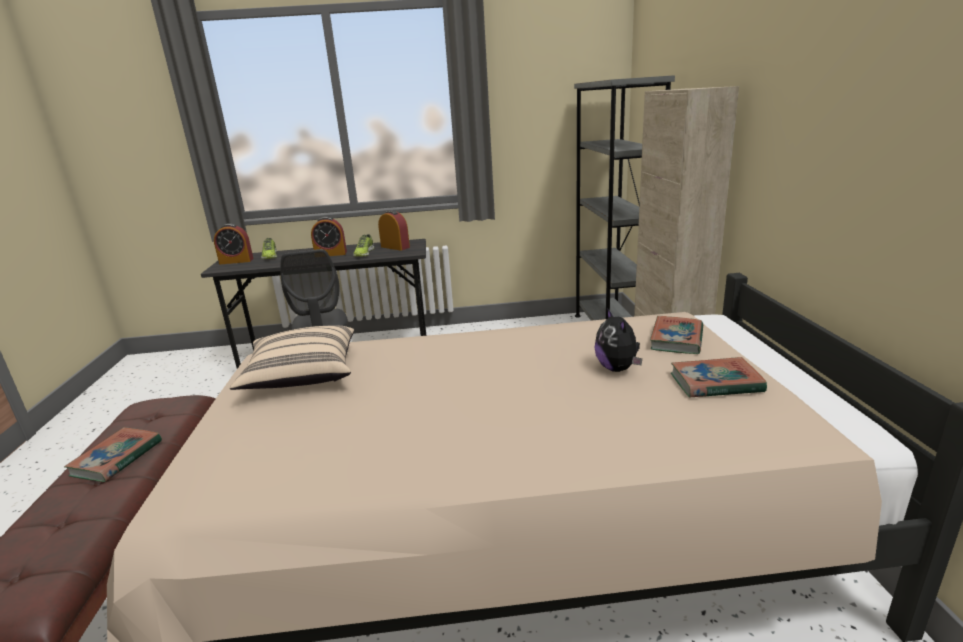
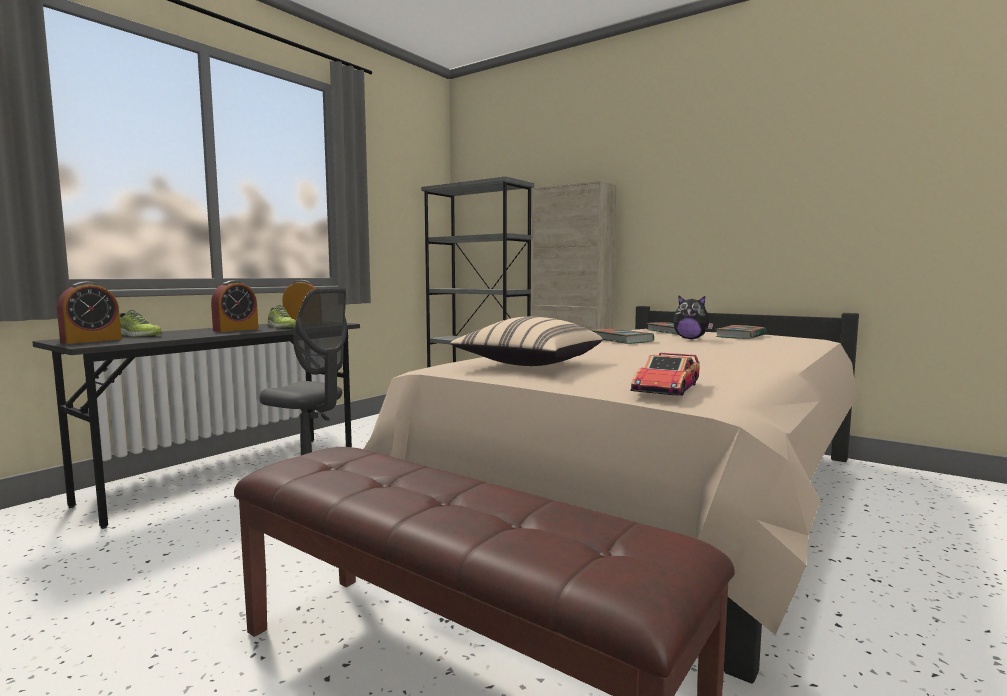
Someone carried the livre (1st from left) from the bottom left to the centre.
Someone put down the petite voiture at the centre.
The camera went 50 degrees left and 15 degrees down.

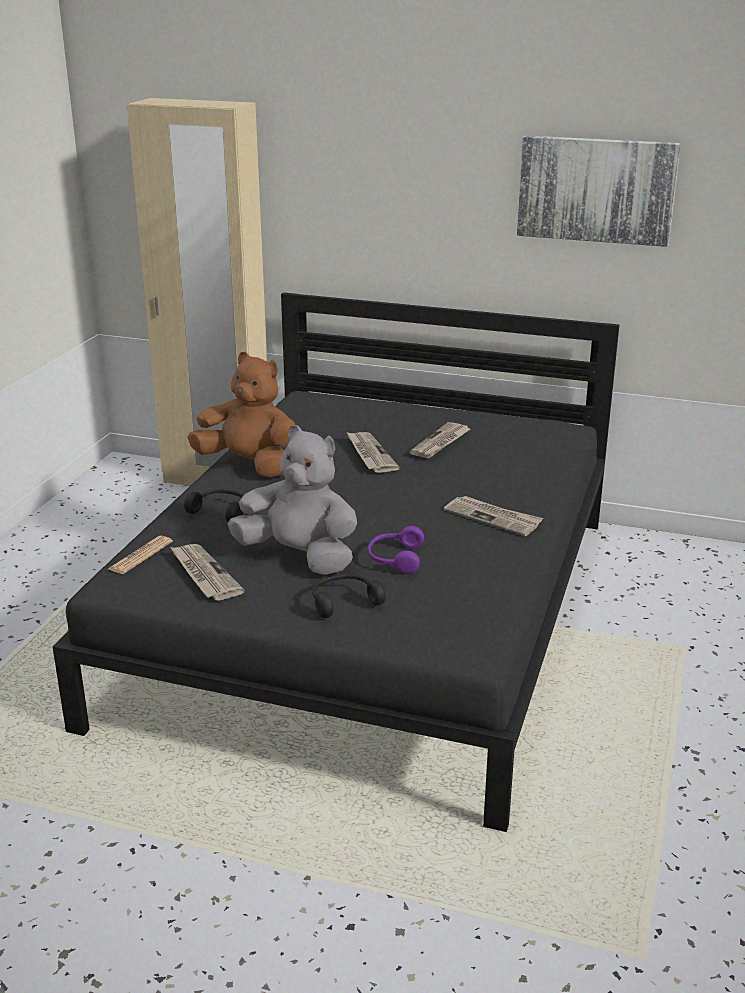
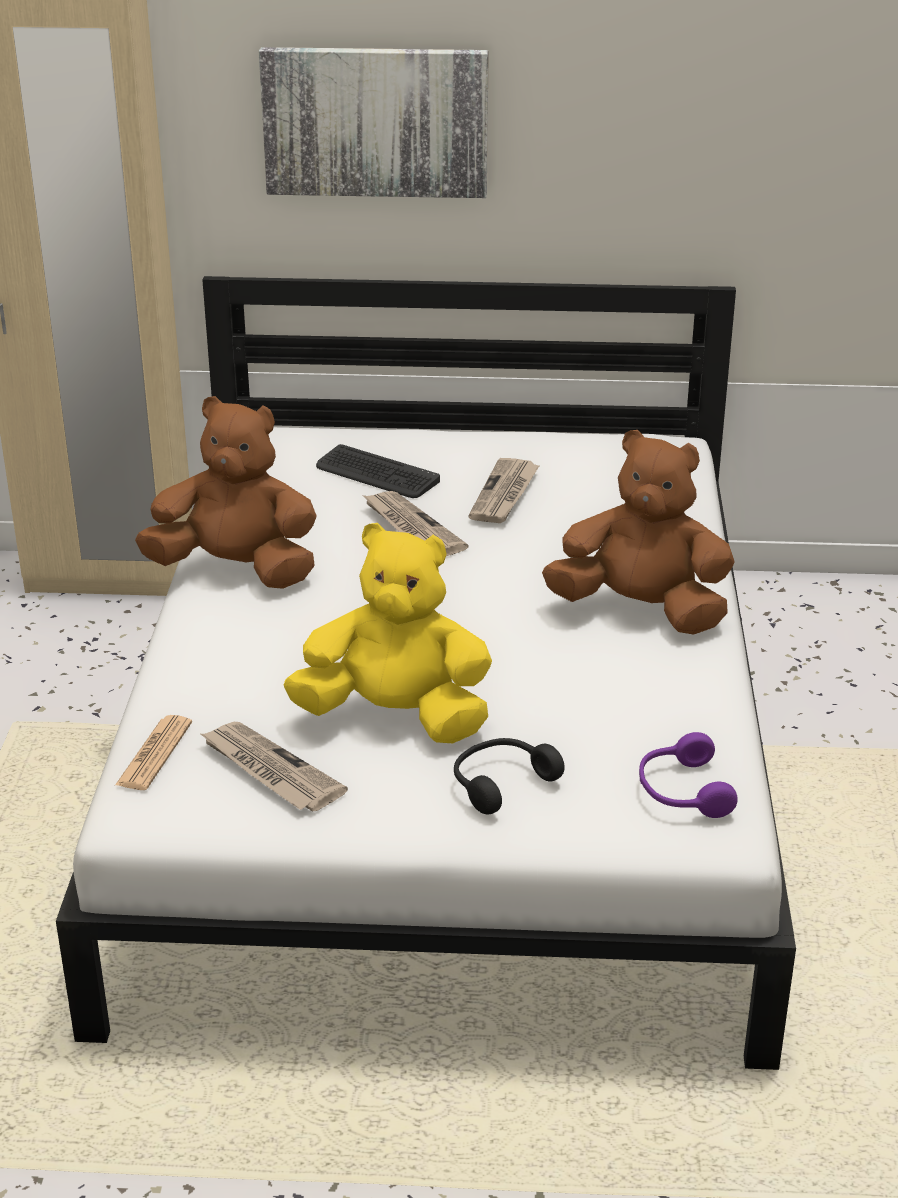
Someone carried the tableau from the top right to the top centre.
Someone repainted the lit [noir] at the centre, which became the lit [blanc] at the centre.
Someone repainted the peluche [gris] at the centre, which became the peluche [jaune] at the centre.
Someone took away the casque audio [noir] (1st from left) at the middle left.
Someone swapped the journal (5th from left) at the centre for the peluche [marron] (2nd from left) at the middle right.
Someone carried the casque audio [violet] from the centre to the middle right.
Someone put down the clavier at the centre.
The camera went 15 degrees left and 5 degrees up.

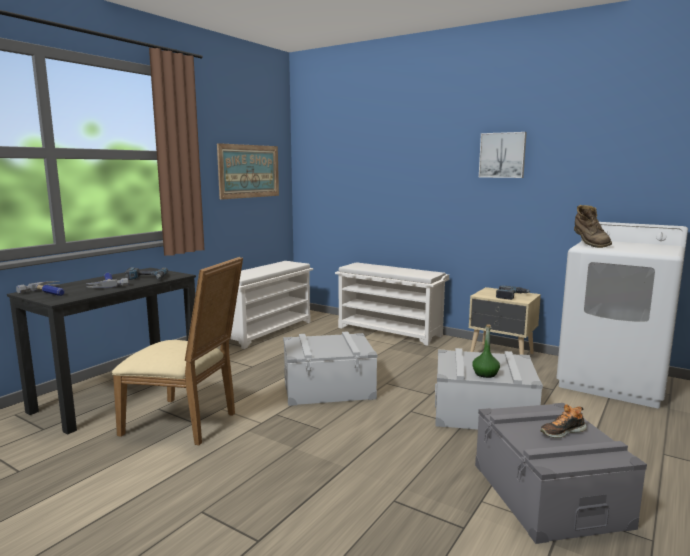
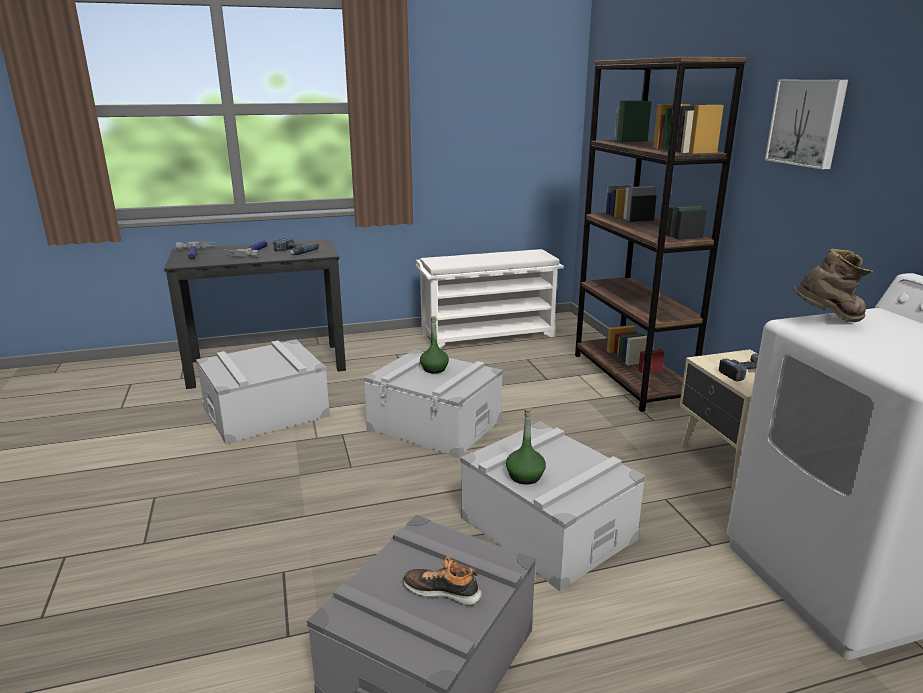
Someone took away the tableau (1st from left) at the top centre.
Someone rotated the botte [marron] at the middle right by 135 degrees counterclockwise.
Someone swapped the chaise [beige] at the middle left for the boîte de rangement [gris] (1st from left) at the middle left.
Someone swapped the étagère à chaussures [blanc] (2nd from left) at the centre for the bibliothèque [marron] at the middle right.
Someone put down the bouteille [vert] (1st from left) at the centre.
The camera went 40 degrees right and 10 degrees up.

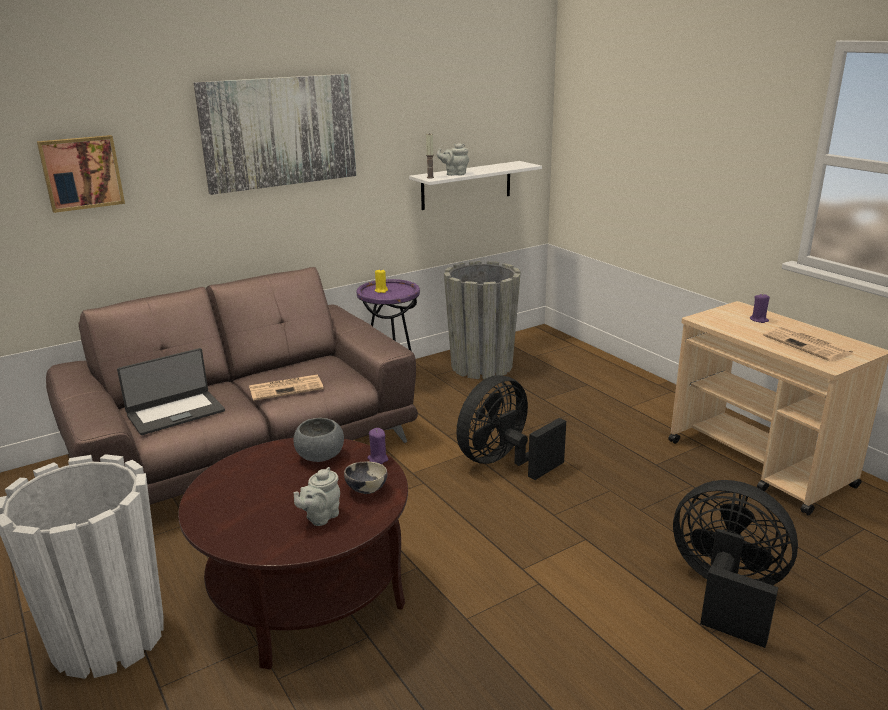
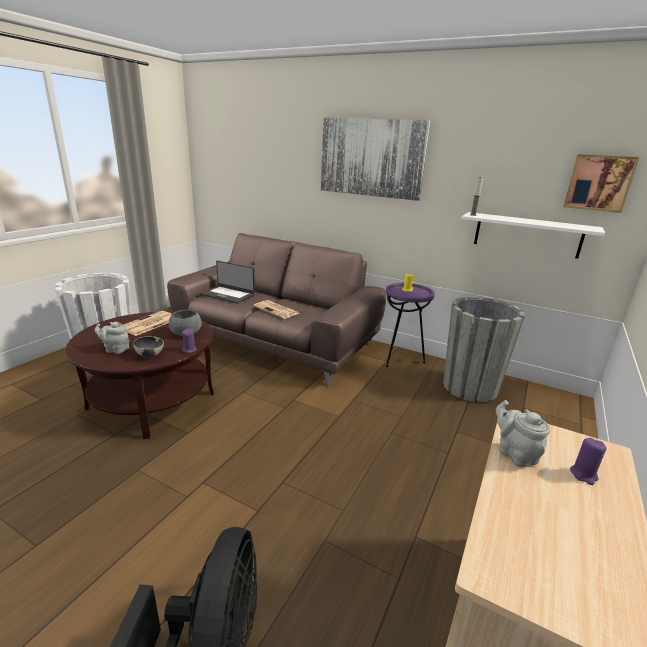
Someone carried the tableau (1st from left in the first image) from the top left to the top right.
Someone carried the théière [gris] (2nd from left) from the top centre to the bottom right.
Someone carried the journal (2nd from left in the first image) from the middle right to the middle left.
Someone took away the ventilateur [noir] (1st from left) at the centre.
The camera went 60 degrees right and 0 degrees up.

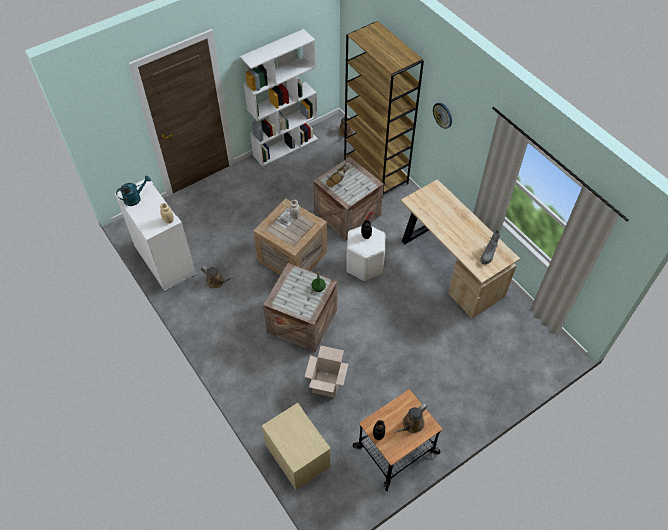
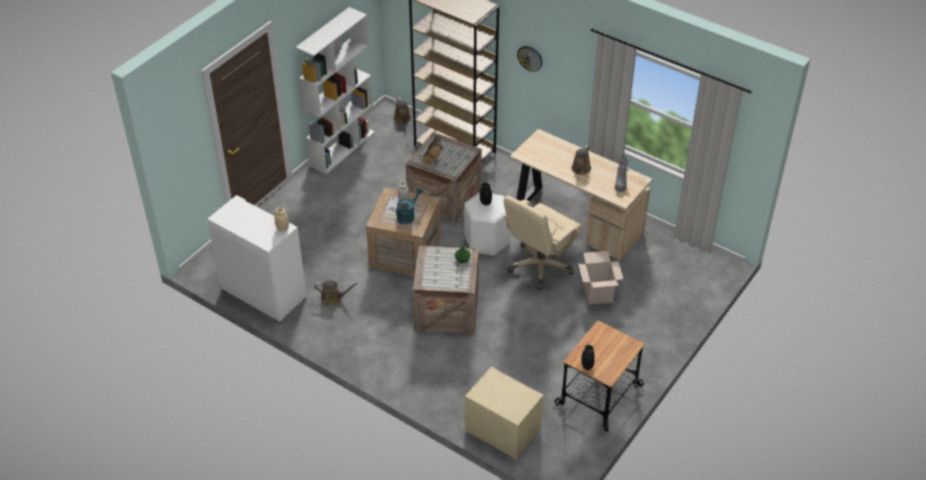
Someone carried the arrosoir [turquoise] from the middle left to the centre.
Someone carried the carton from the bottom centre to the centre.
Someone carried the arrosoir [marron] (3rd from left) from the bottom centre to the centre.
Someone put down the chaise de bureau [beige] at the centre.
The camera went 20 degrees left and 10 degrees down.

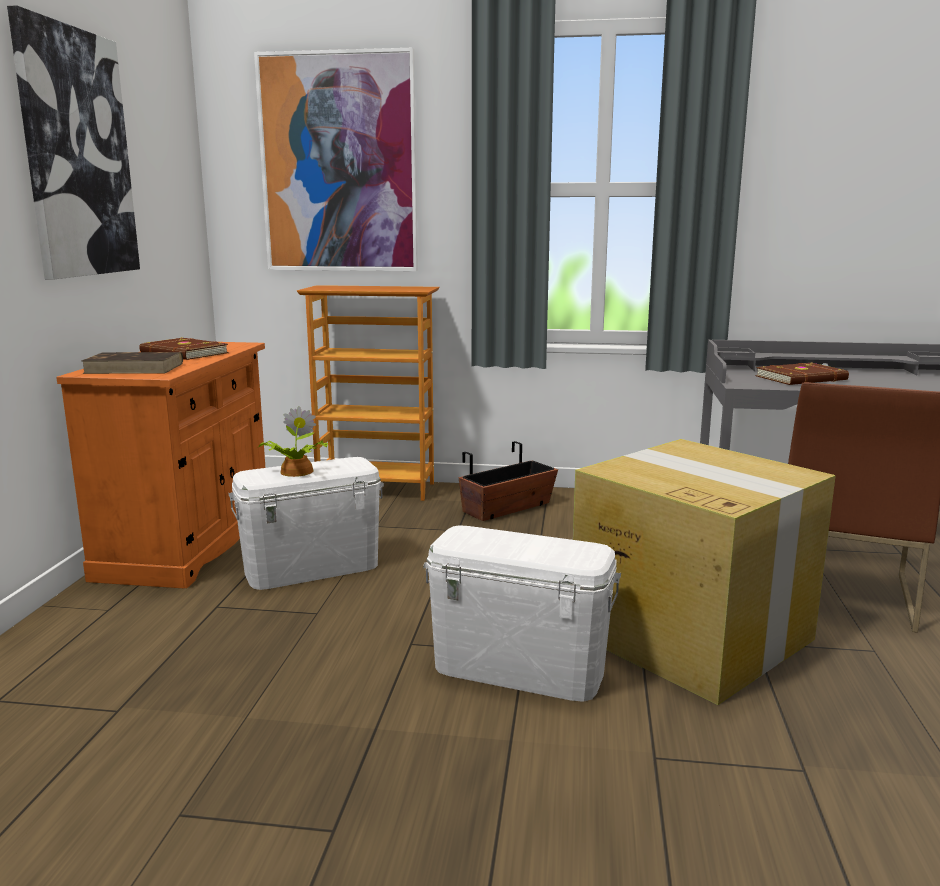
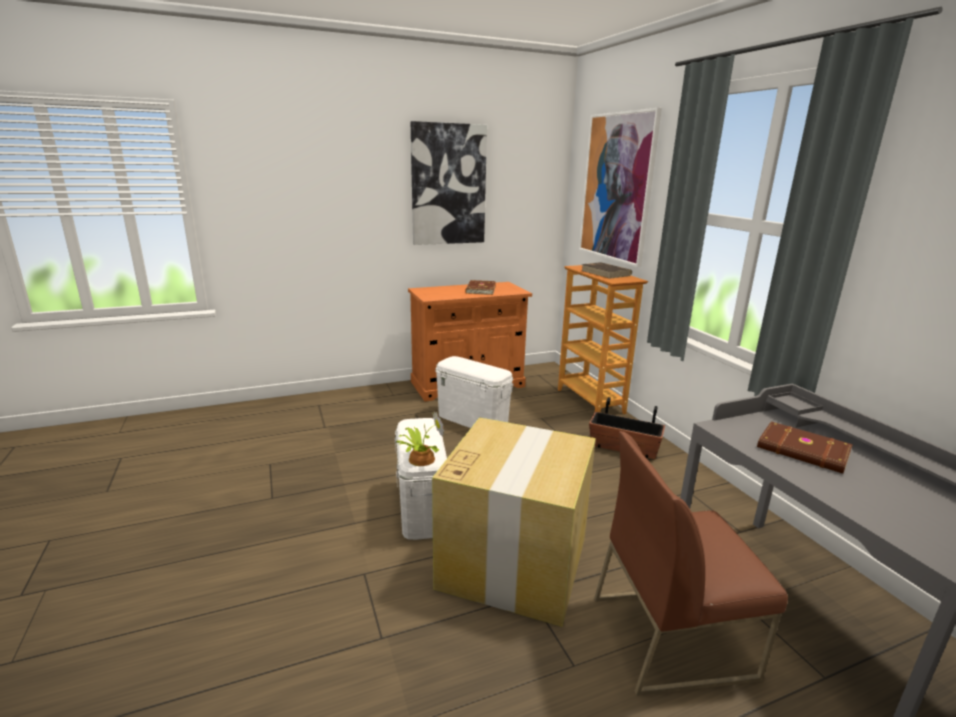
Someone carried the livre [marron] (1st from left in the first image) from the middle left to the centre.
Someone carried the plante en pot from the middle left to the centre.
The camera went 60 degrees right and 5 degrees up.

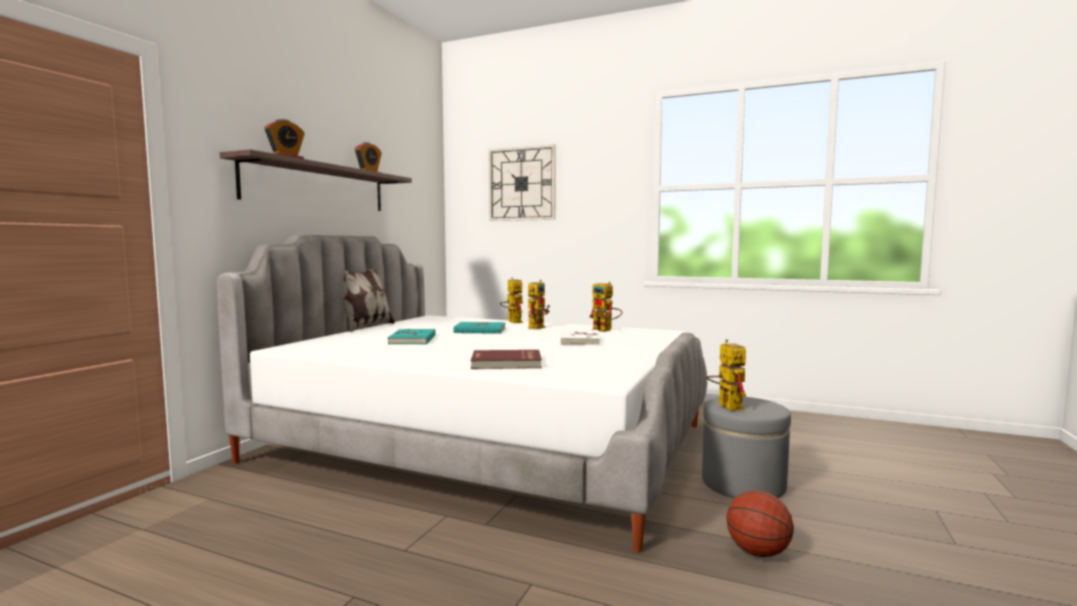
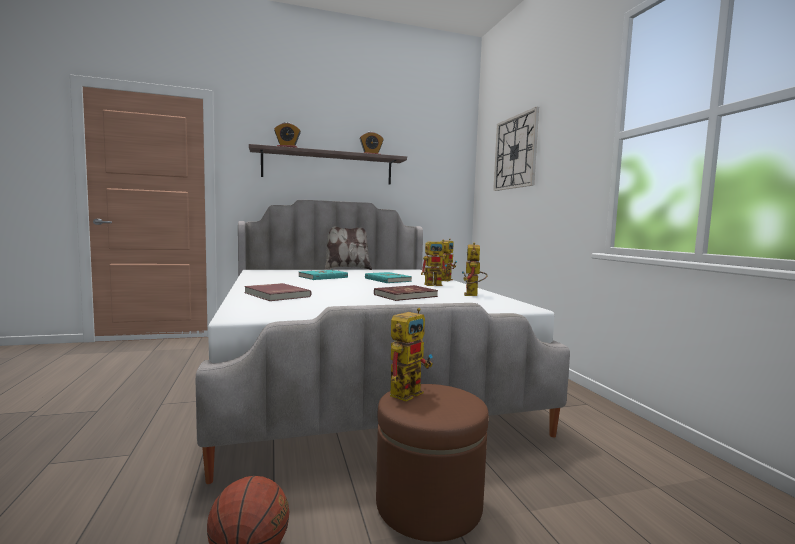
Someone repainted the livre [blanc] at the centre, which became the livre [rouge] (2nd from left) at the centre.
Someone repainted the pouf [gris] at the bottom right, which became the pouf [marron] at the bottom centre.
The camera went 50 degrees right and 0 degrees up.

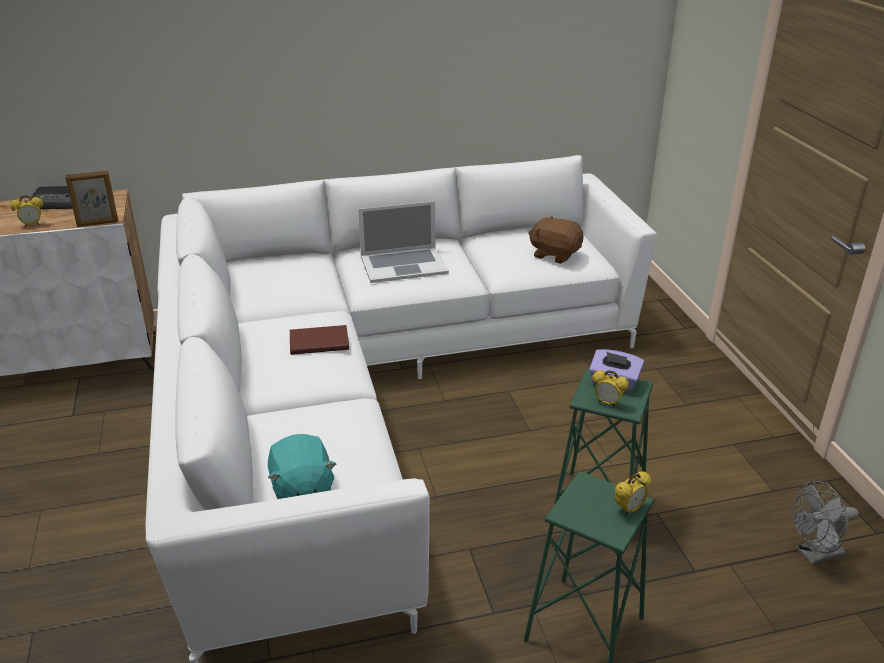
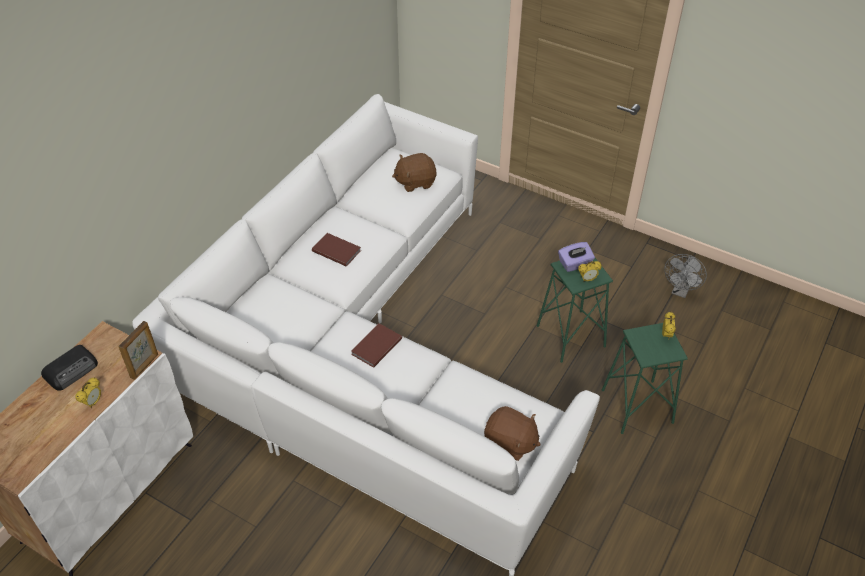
Someone swapped the ordinateur portable at the centre for the livre [marron] (1st from left) at the centre.
Someone repainted the peluche [turquoise] at the bottom centre, which became the peluche [marron] (2nd from left) at the bottom centre.
The camera went 45 degrees left and 15 degrees up.

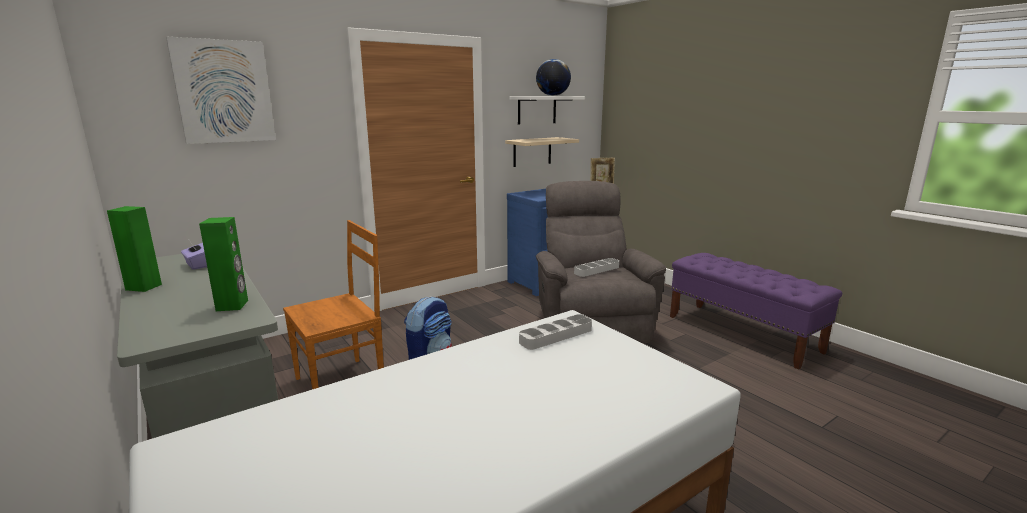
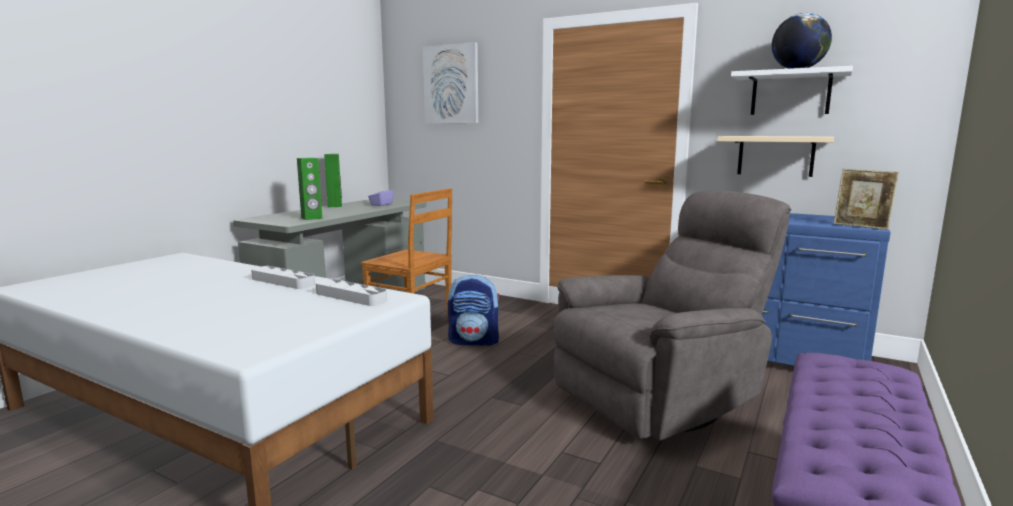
Someone carried the plateau [gris] (2nd from left in the first image) from the centre to the middle left.
The camera went 65 degrees right and 5 degrees down.

